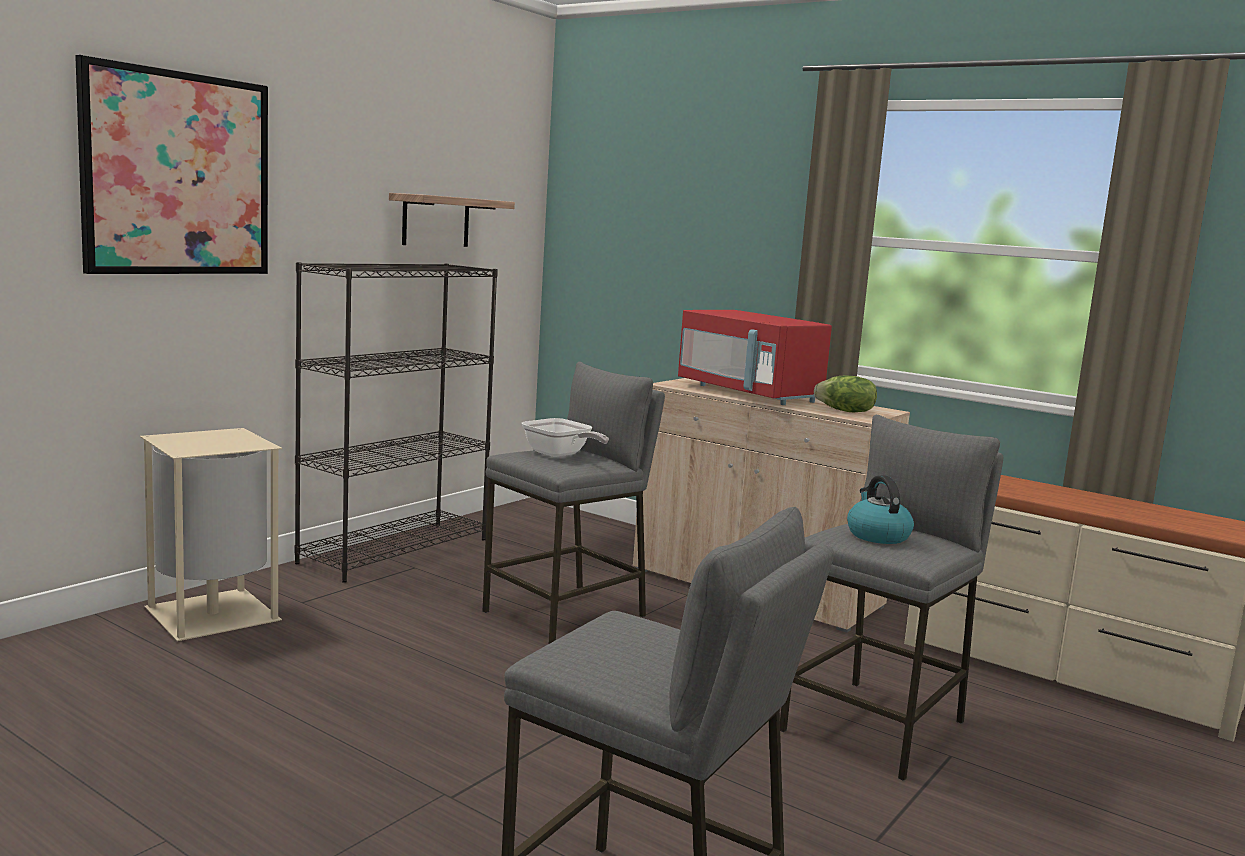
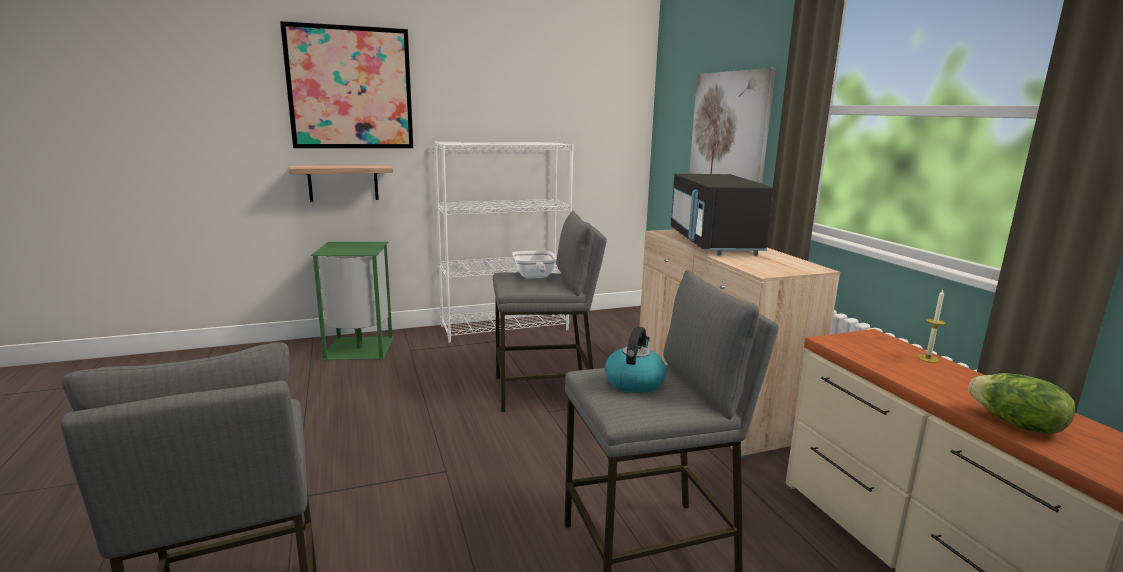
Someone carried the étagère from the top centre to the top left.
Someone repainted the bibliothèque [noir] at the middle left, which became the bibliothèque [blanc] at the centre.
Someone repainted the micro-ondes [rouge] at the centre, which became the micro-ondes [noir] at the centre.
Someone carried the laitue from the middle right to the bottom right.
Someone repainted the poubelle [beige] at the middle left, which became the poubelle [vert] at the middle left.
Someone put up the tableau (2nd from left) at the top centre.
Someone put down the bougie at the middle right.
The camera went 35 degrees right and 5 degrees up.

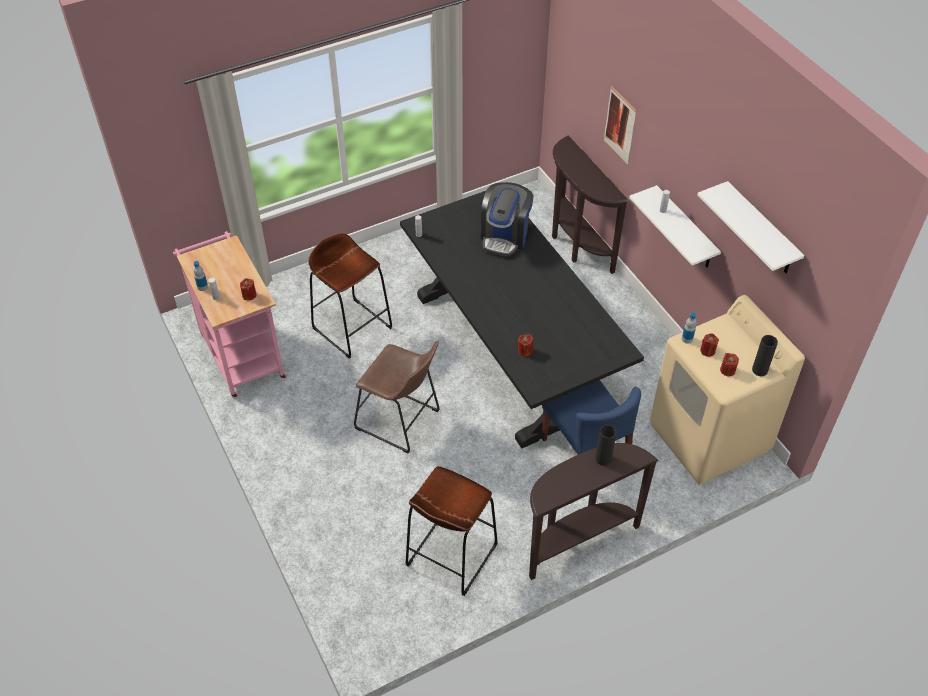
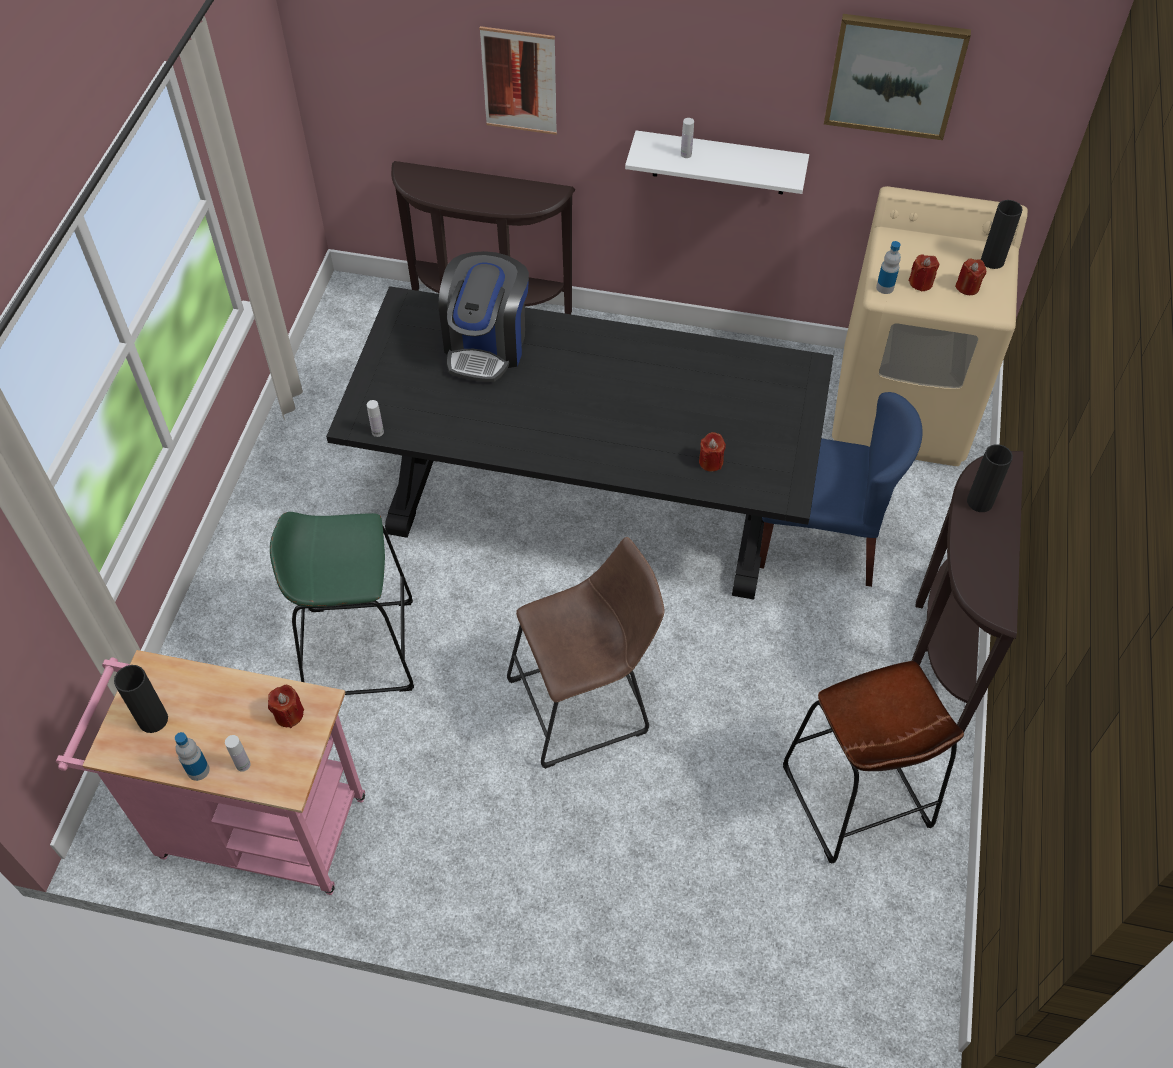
Someone swapped the étagère [blanc] (2nd from left) at the top right for the tableau (2nd from left) at the top right.
Someone rotated the machine à café at the top centre by 45 degrees clockwise.
Someone repainted the tabouret [marron] (1st from left) at the centre, which became the tabouret [vert] at the middle left.
Someone put down the vase [noir] (1st from left) at the middle left.
The camera went 50 degrees left and 5 degrees up.

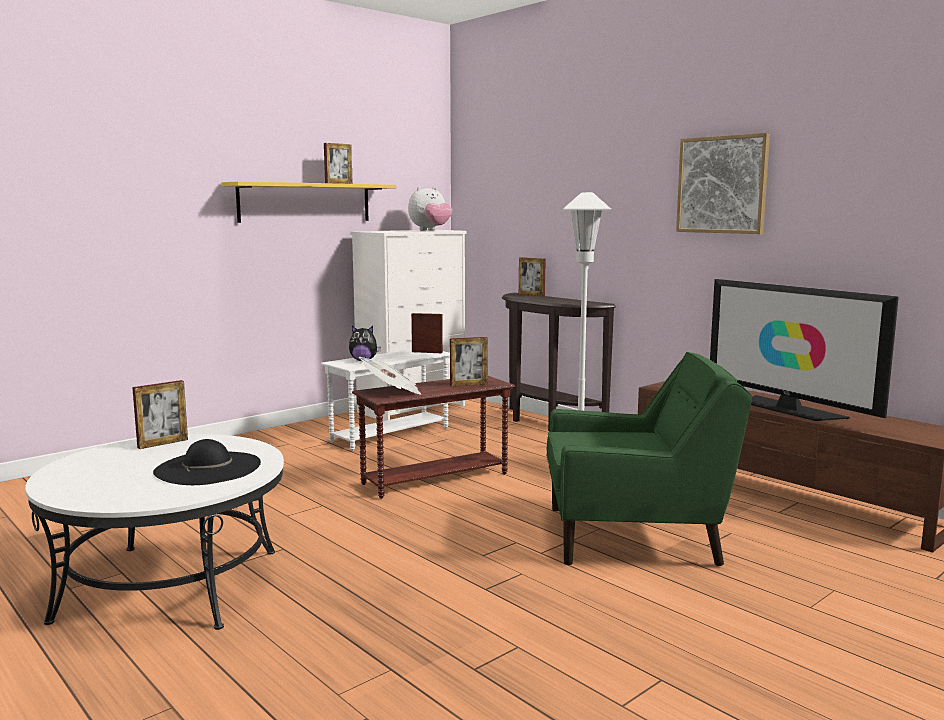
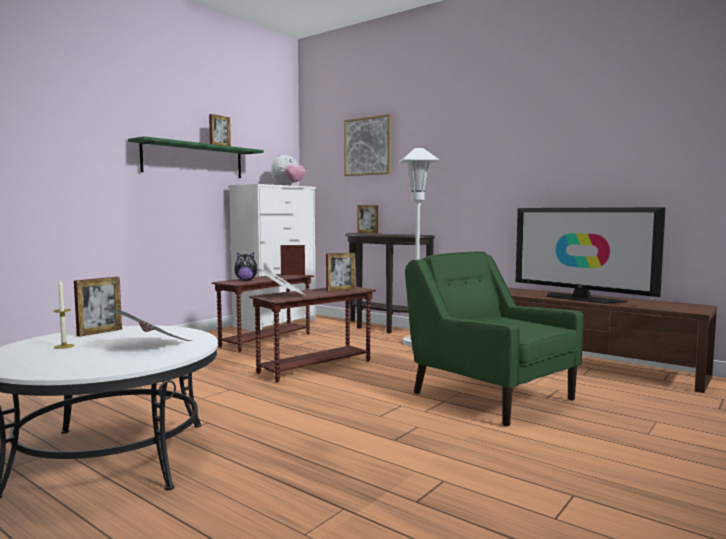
Someone carried the tableau from the top right to the top centre.
Someone repainted the étagère [jaune] at the top left, which became the étagère [vert] at the top left.
Someone repainted the table d'appoint [blanc] at the centre, which became the table d'appoint [marron] (1st from left) at the centre.
Someone rotated the fauteuil [vert] at the middle right by 120 degrees counterclockwise.
Someone swapped the chapeau [noir] at the middle left for the journal (1st from left) at the middle left.
Someone put down the bougie at the middle left.
The camera went 10 degrees left and 5 degrees down.

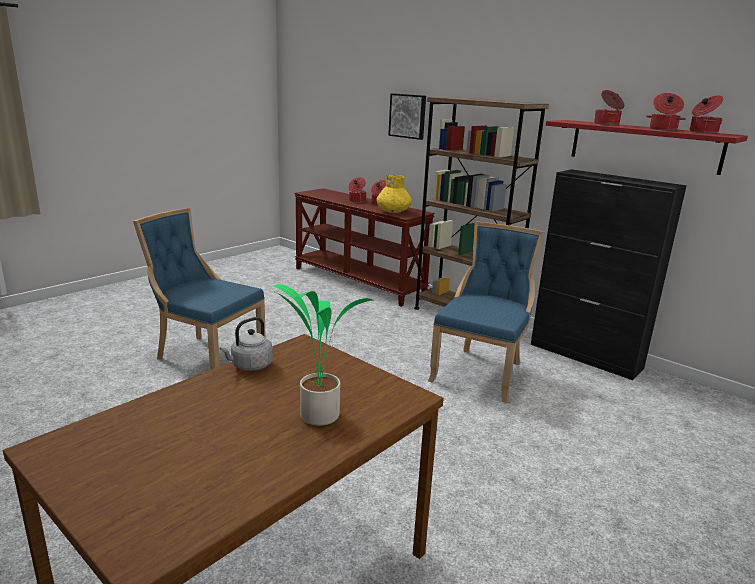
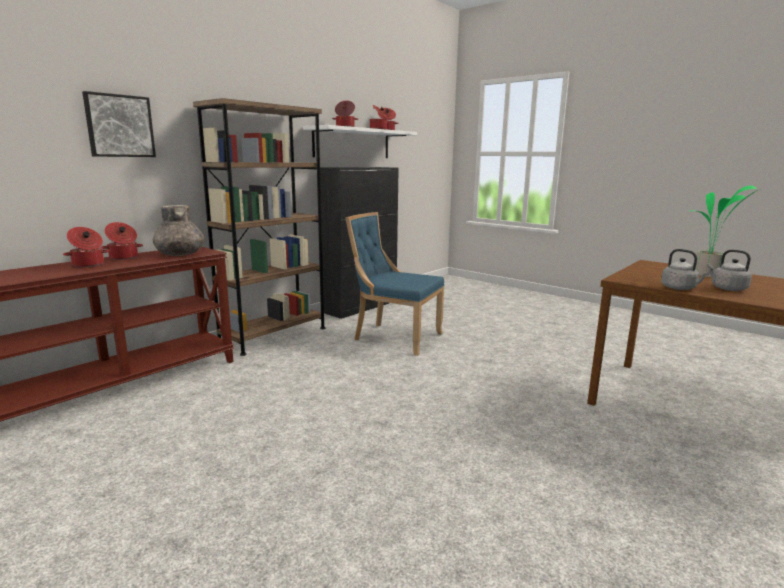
Someone repainted the étagère [rouge] at the top right, which became the étagère [blanc] at the top centre.
Someone repainted the vase [jaune] at the top centre, which became the vase [gris] at the middle left.
Someone took away the chaise [bleu] (1st from left) at the middle left.
Someone put down the bouilloire [gris] (2nd from left) at the middle right.
The camera went 90 degrees left and 5 degrees down.

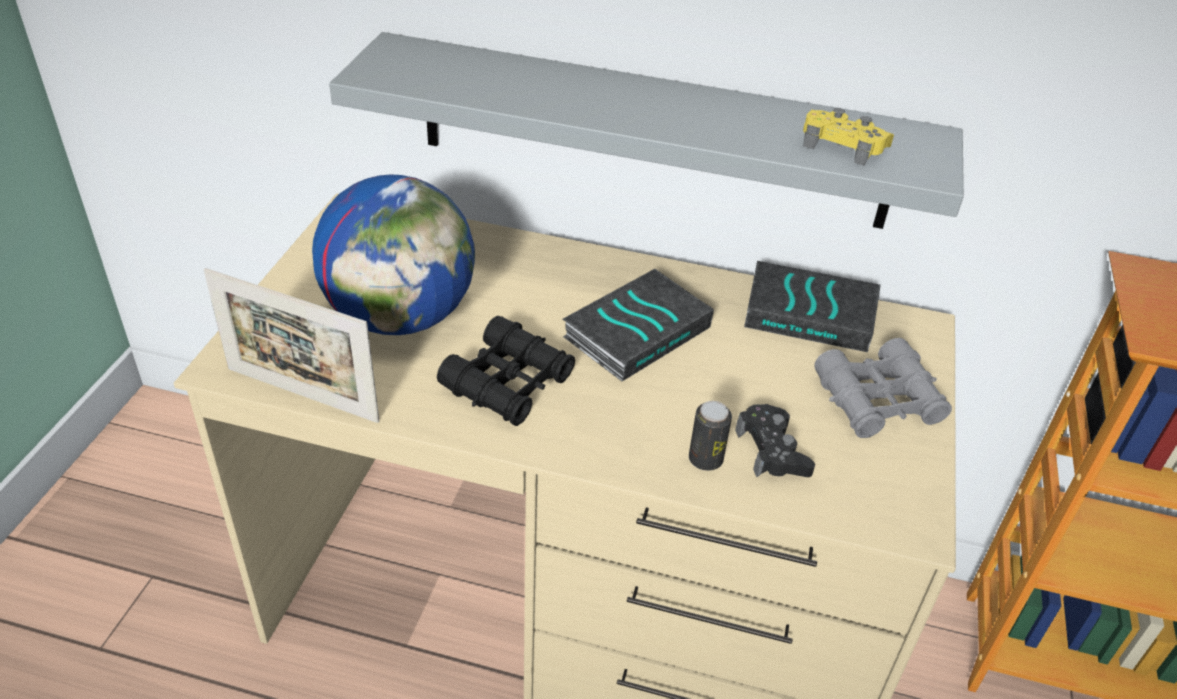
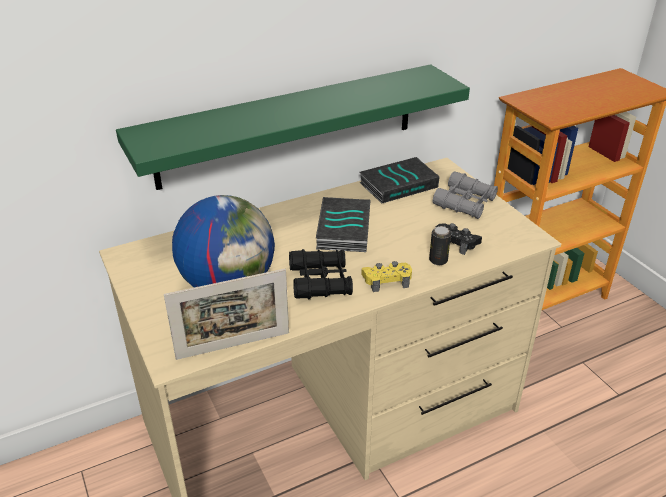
Someone repainted the étagère [gris] at the top centre, which became the étagère [vert] at the top centre.
Someone carried the manette [jaune] from the top right to the centre.
The camera went 40 degrees left and 5 degrees down.

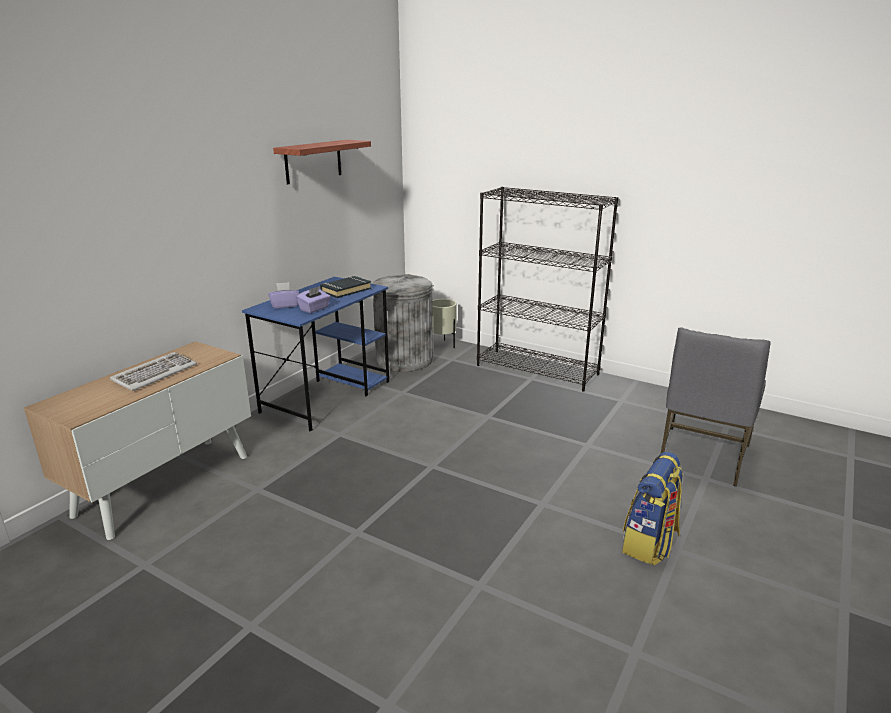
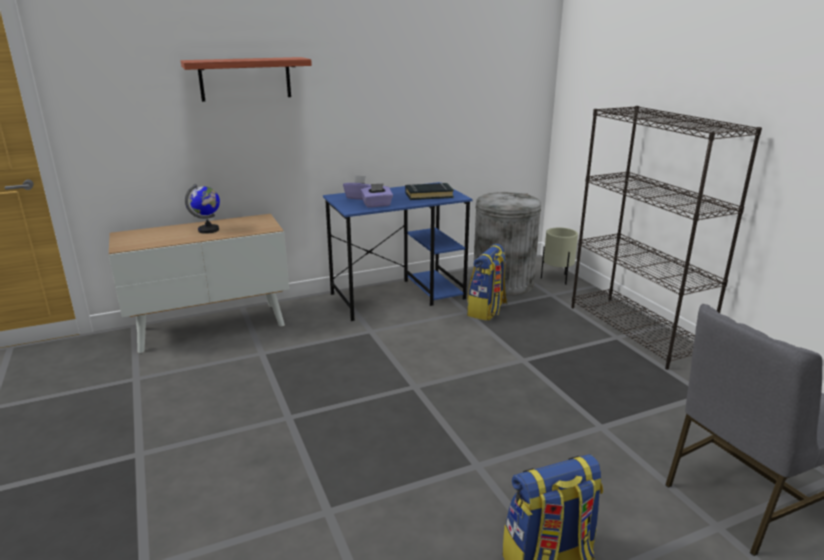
Someone carried the étagère from the top centre to the top left.
Someone swapped the clavier at the middle left for the globe at the middle left.
Someone put down the sac à dos (1st from left) at the centre.
The camera went 35 degrees right and 0 degrees up.

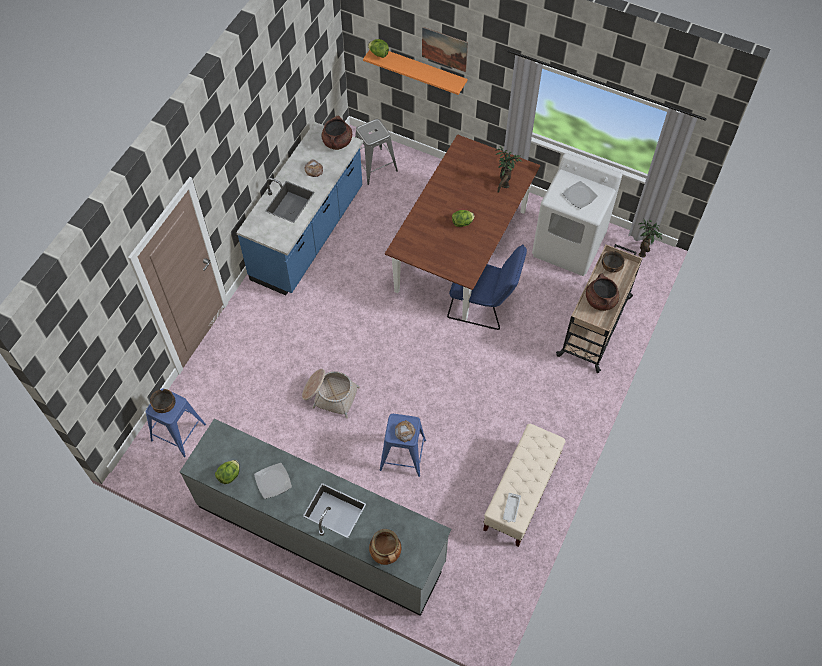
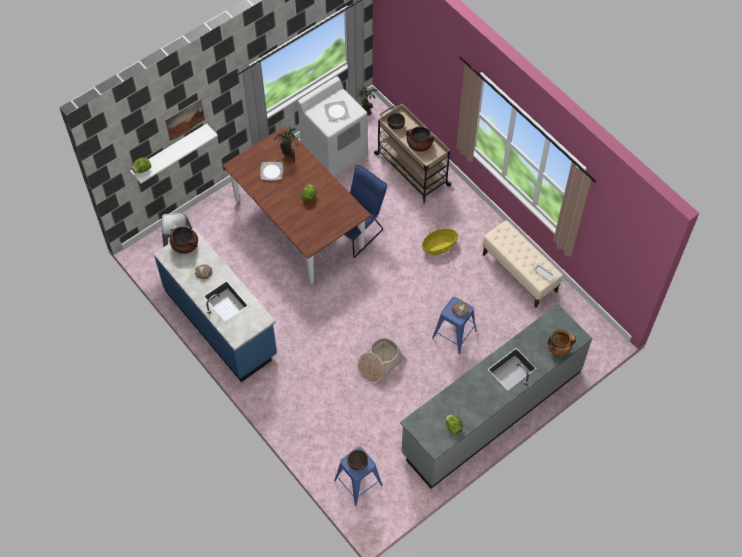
Someone repainted the étagère [orange] at the top centre, which became the étagère [blanc] at the top left.
Someone carried the assiette (1st from left) from the bottom left to the top centre.
Someone put down the panier (2nd from left) at the centre.
The camera went 65 degrees left and 0 degrees up.

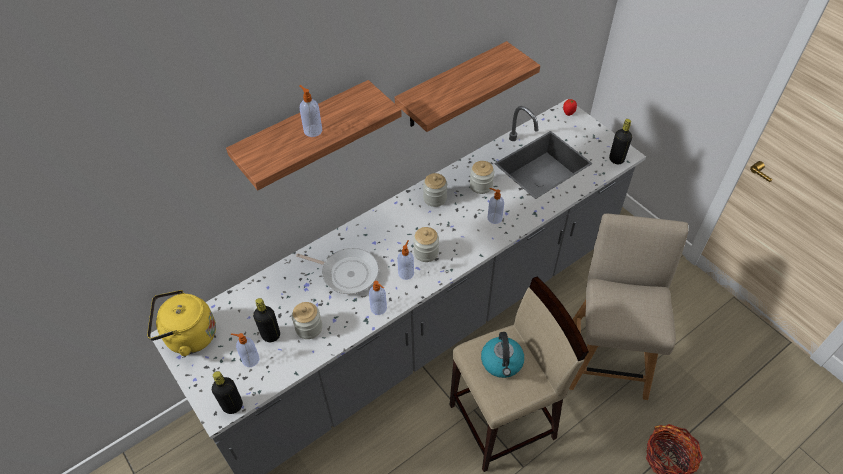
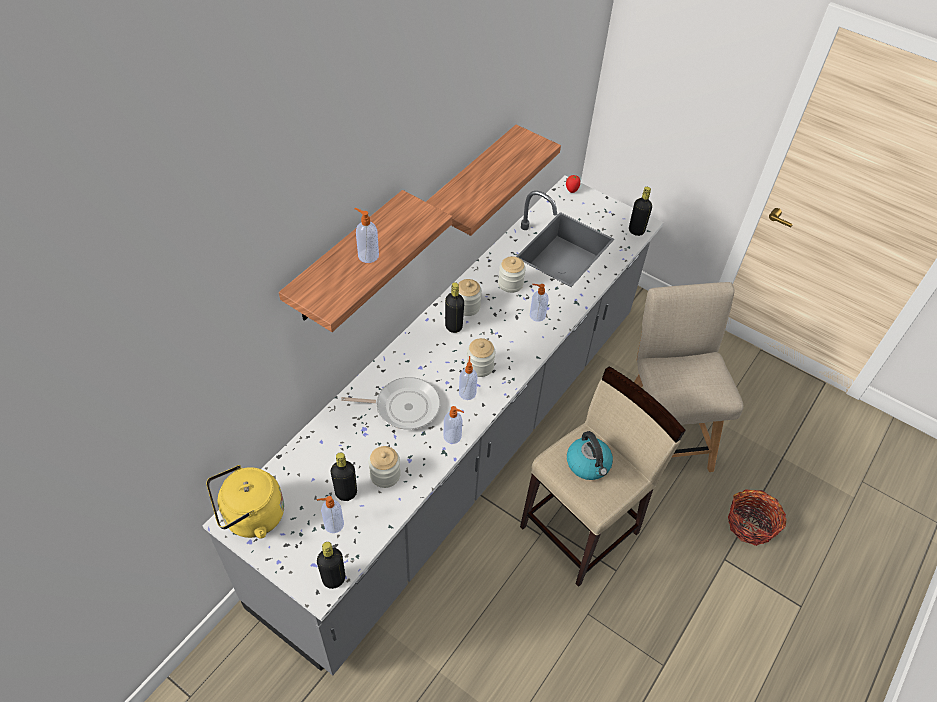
Someone put down the bouteille [noir] (3rd from left) at the centre.
The camera went 20 degrees left and 0 degrees up.

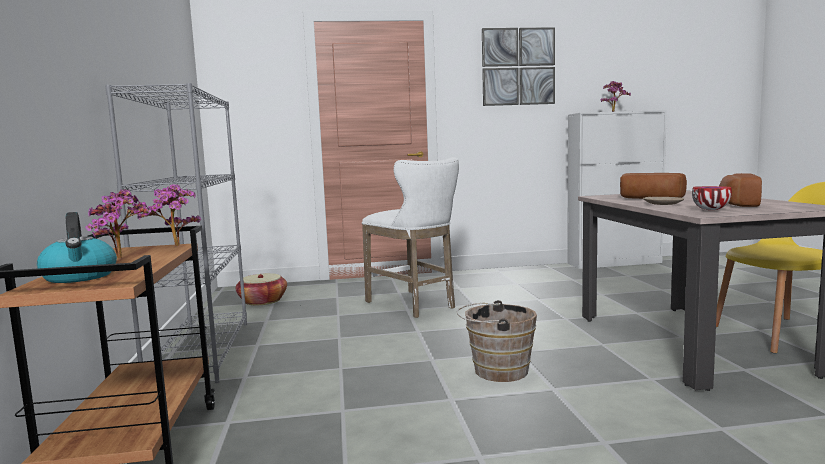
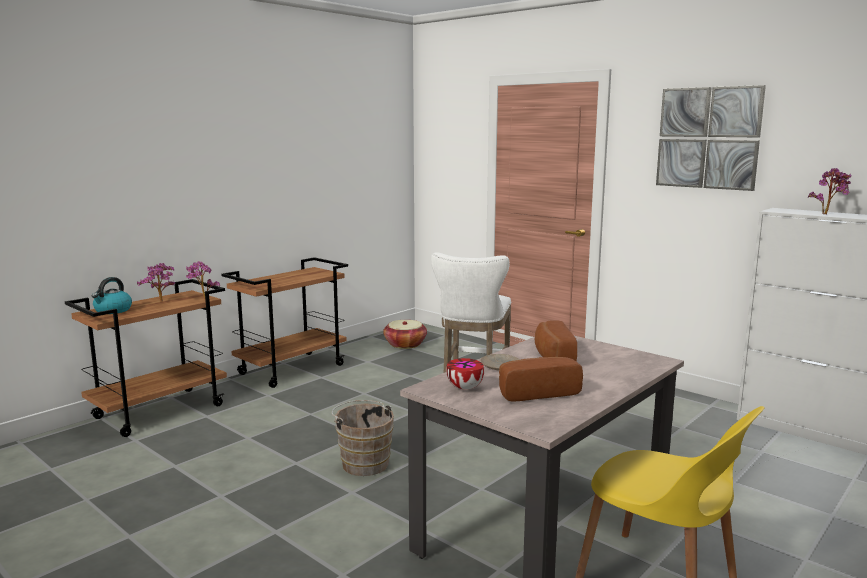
Someone swapped the bibliothèque [gris] at the middle left for the chariot [marron] (2nd from left) at the middle left.
The camera went 50 degrees right and 5 degrees up.

